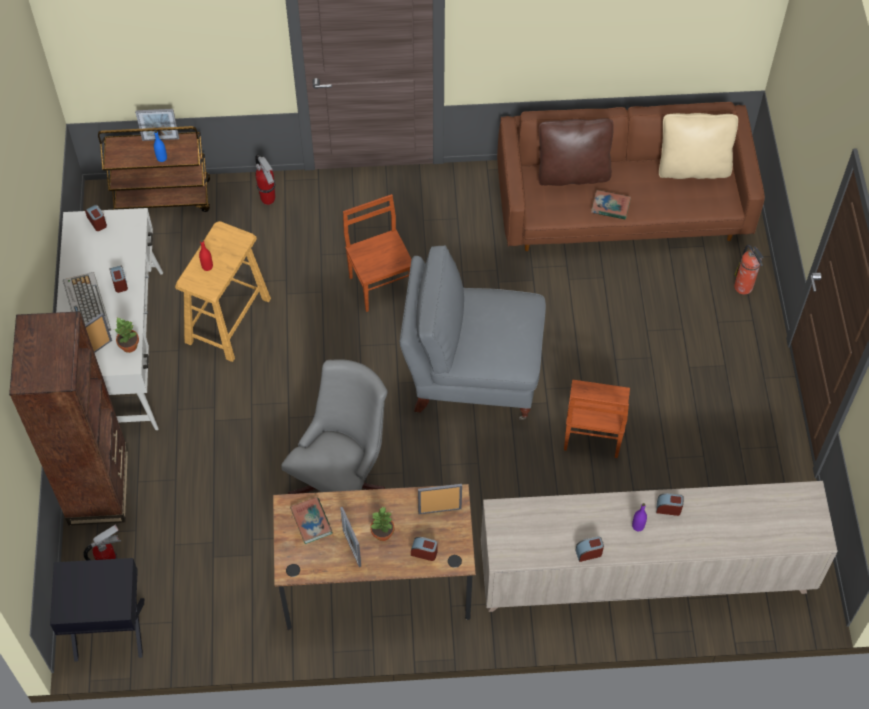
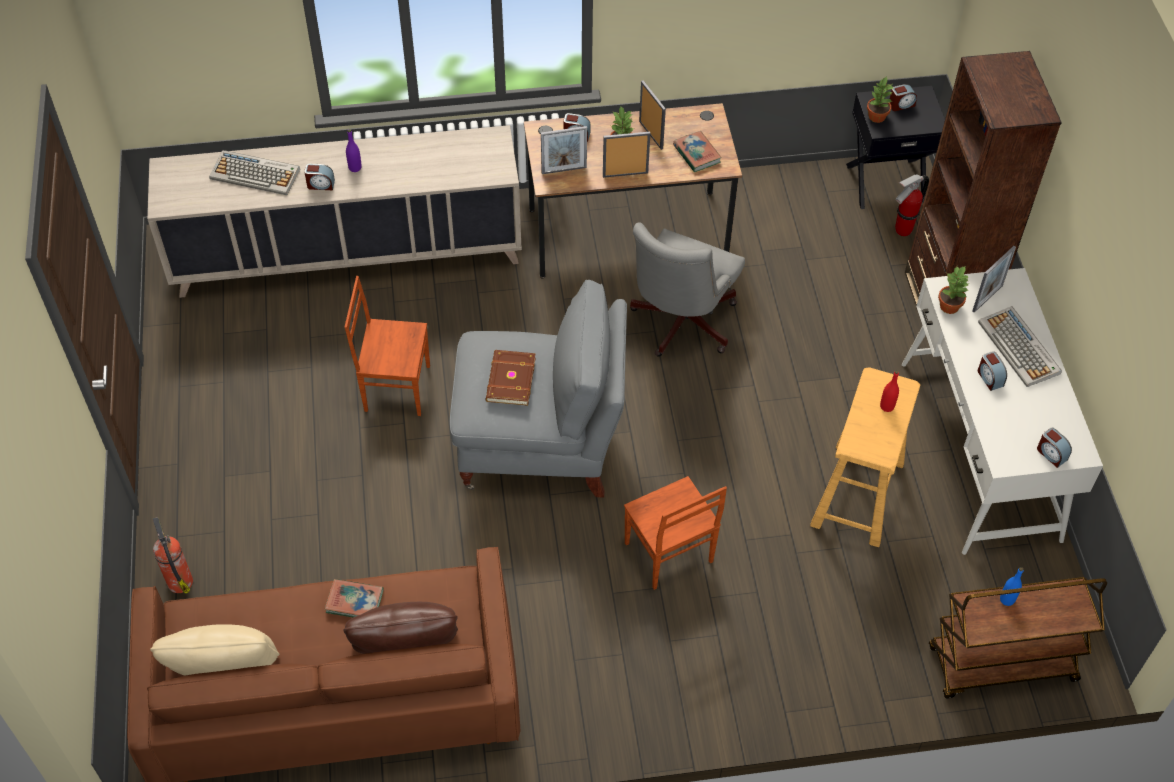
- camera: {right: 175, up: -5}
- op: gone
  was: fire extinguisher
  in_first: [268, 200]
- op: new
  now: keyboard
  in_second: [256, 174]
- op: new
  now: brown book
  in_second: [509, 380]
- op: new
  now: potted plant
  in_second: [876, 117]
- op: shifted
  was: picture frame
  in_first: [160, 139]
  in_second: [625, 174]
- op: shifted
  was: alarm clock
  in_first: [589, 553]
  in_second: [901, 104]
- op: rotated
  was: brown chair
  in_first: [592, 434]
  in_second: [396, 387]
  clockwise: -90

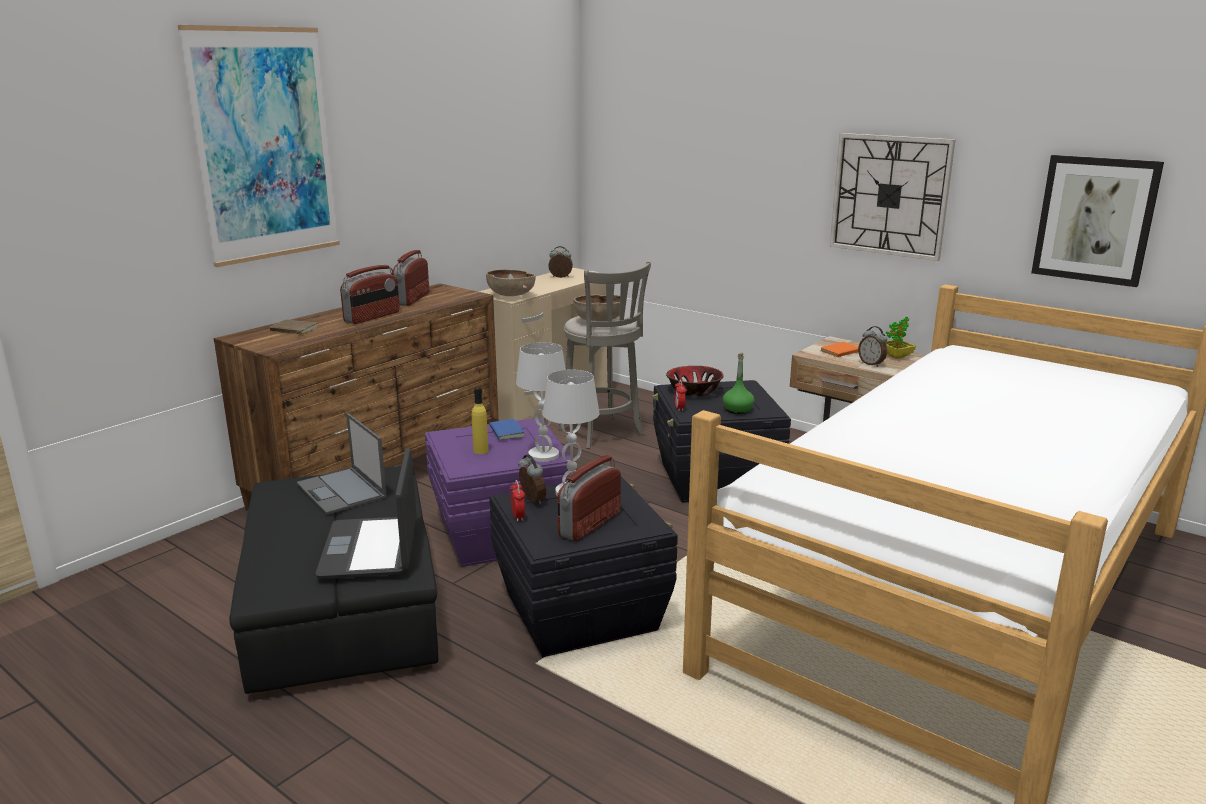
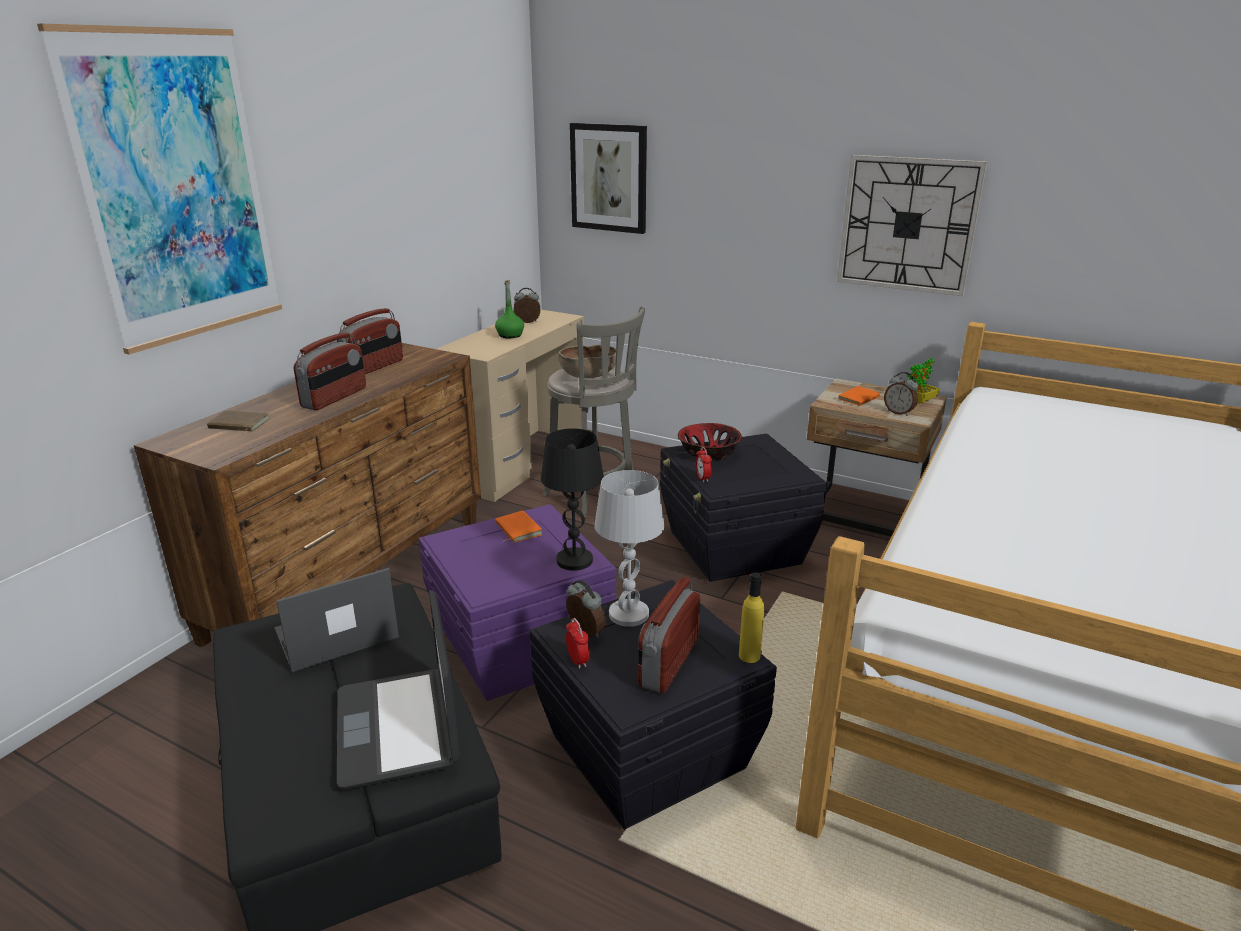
- camera: {right: -10, up: 5}
- op: gone
  was: brown bowl
  in_first: [510, 296]
- op: shifted
  was: yellow bottle
  in_first: [480, 451]
  in_second: [749, 656]
- op: shifted
  was: green bottle
  in_first: [737, 410]
  in_second: [510, 335]
- op: shifted
  was: picture
  in_first: [1095, 219]
  in_second: [609, 178]
- op: repainted
  was: blue book
  now: orange book
  in_first: [505, 432]
  in_second: [517, 529]
- op: repainted
  was: white table lamp
  now: black table lamp
  in_first: [544, 455]
  in_second: [575, 560]
- op: rotated
  was: laptop
  in_first: [342, 491]
  in_second: [335, 635]
  clockwise: 105
- op: rotated
  was: radio
  in_first: [411, 299]
  in_second: [374, 367]
  clockwise: -150

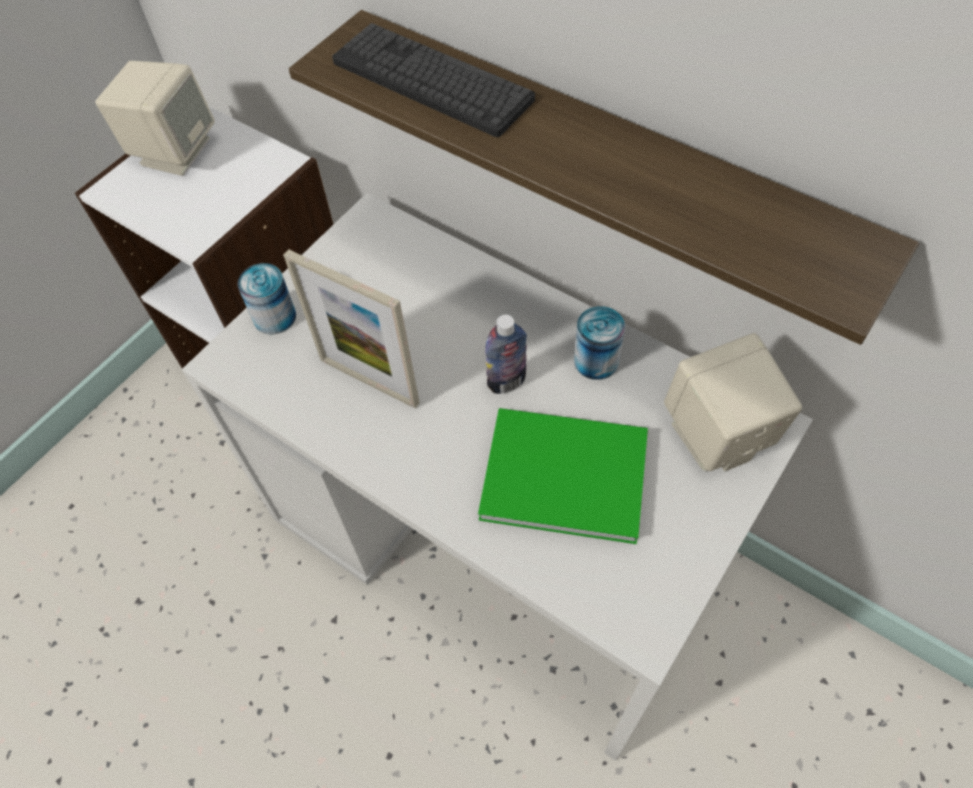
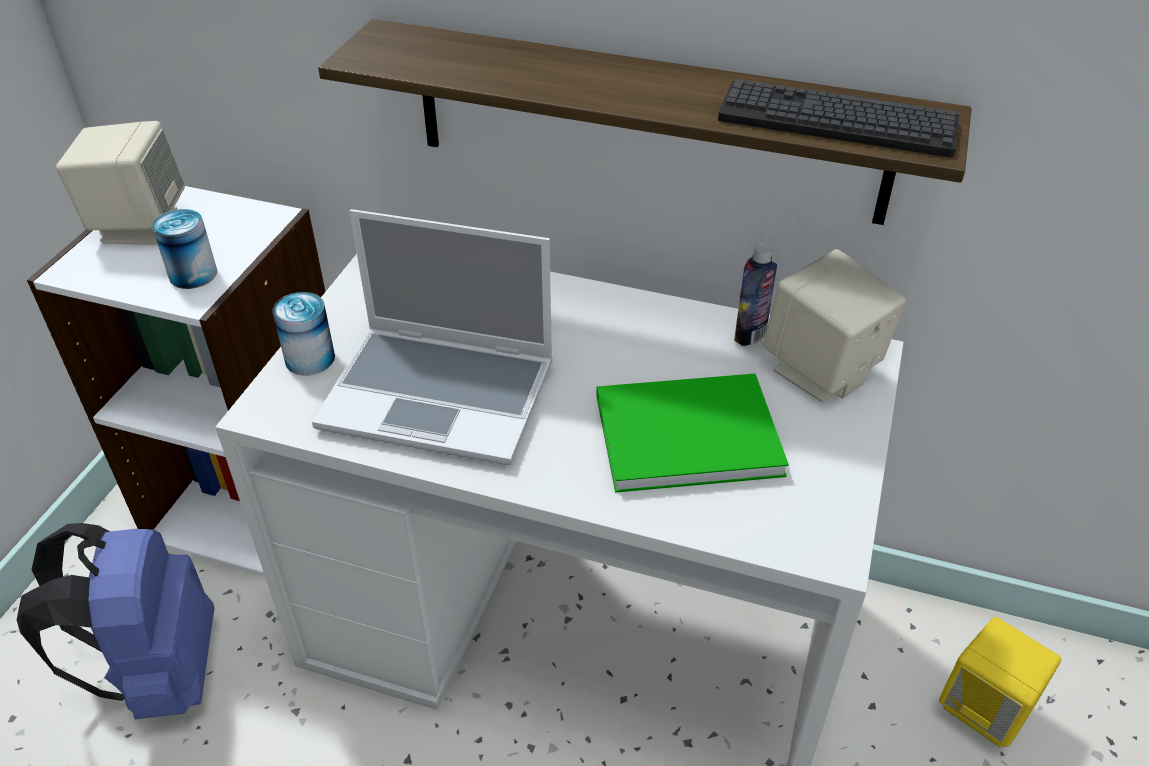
- camera: {right: -20, up: -15}
- op: new
  now: blue backpack
  in_second: [158, 672]
- op: new
  now: yellow speaker
  in_second: [985, 709]
- op: shifted
  was: keyboard
  in_first: [431, 81]
  in_second: [837, 121]
- op: shifted
  was: bottle
  in_first: [507, 382]
  in_second: [750, 335]
- op: shifted
  was: can
  in_first: [596, 361]
  in_second: [193, 274]
- op: swapped
  was: picture frame
  now: laptop
  in_first: [369, 381]
  in_second: [442, 395]

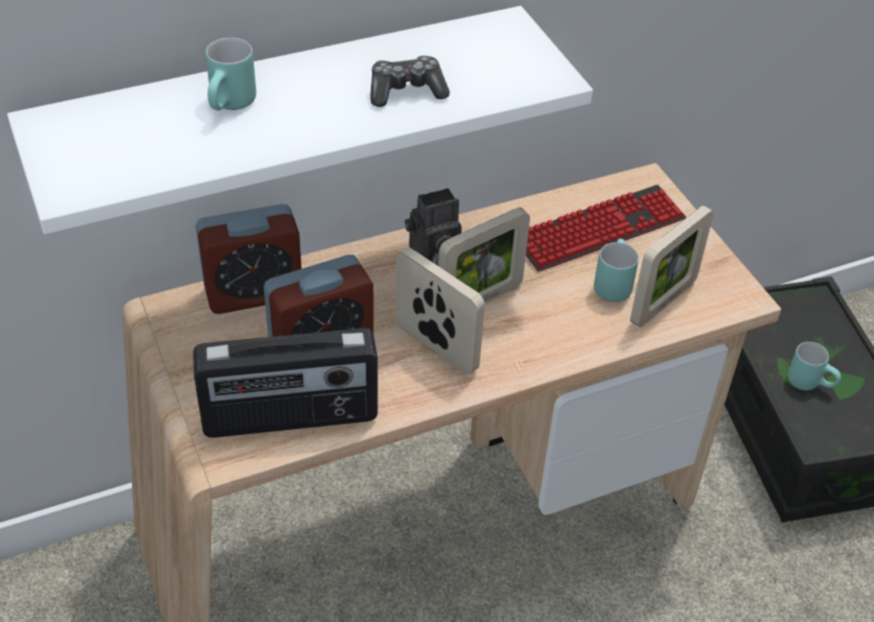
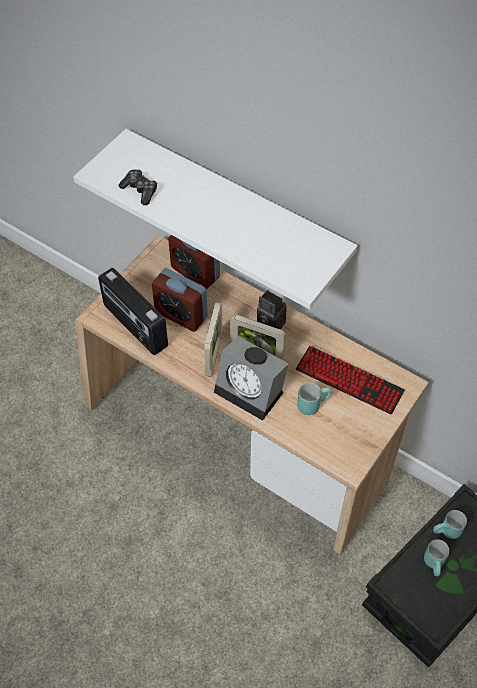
- camera: {right: 60, up: 10}
- op: gone
  was: picture frame
  in_first: [663, 302]
- op: new
  now: alarm clock
  in_second: [252, 391]
- op: shifted
  was: turquoise mug
  in_first: [232, 106]
  in_second: [447, 532]
- op: shifted
  was: game controller
  in_first: [406, 91]
  in_second: [140, 190]

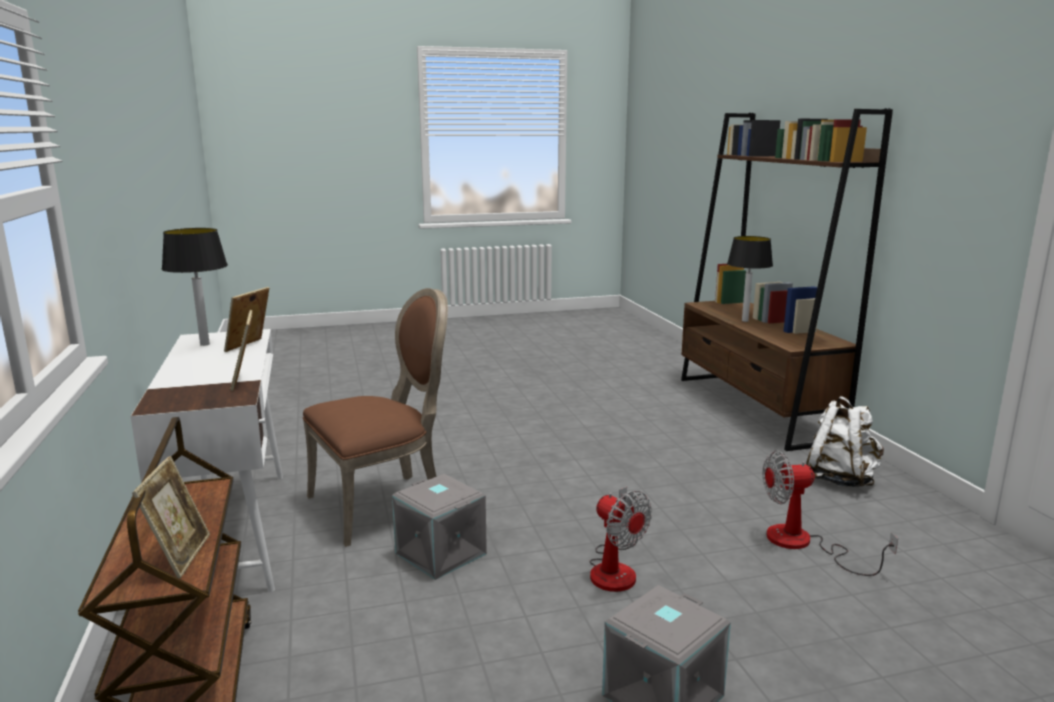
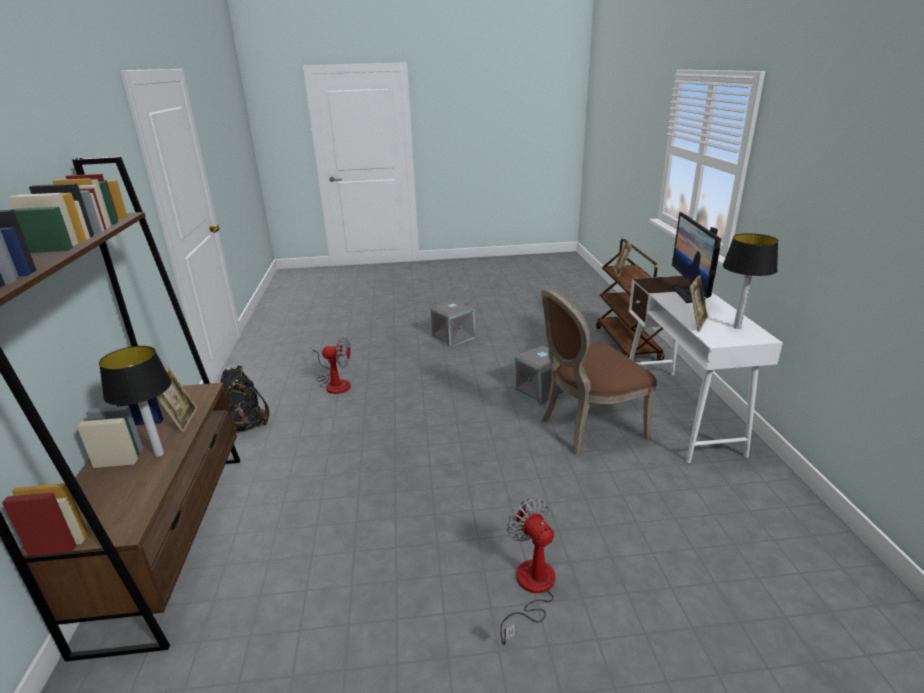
- camera: {right: -170, up: 10}
- op: new
  now: monitor
  in_second: [690, 294]
- op: shifted
  was: picture frame
  in_first: [245, 380]
  in_second: [181, 420]
- op: shifted
  was: fan
  in_first: [615, 568]
  in_second: [531, 589]
- op: repainted
  was: white backpack
  now: black backpack
  in_first: [840, 479]
  in_second: [244, 426]

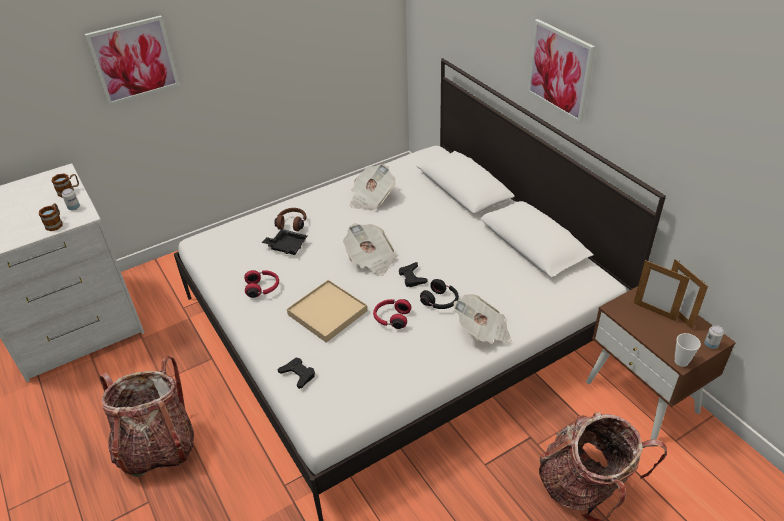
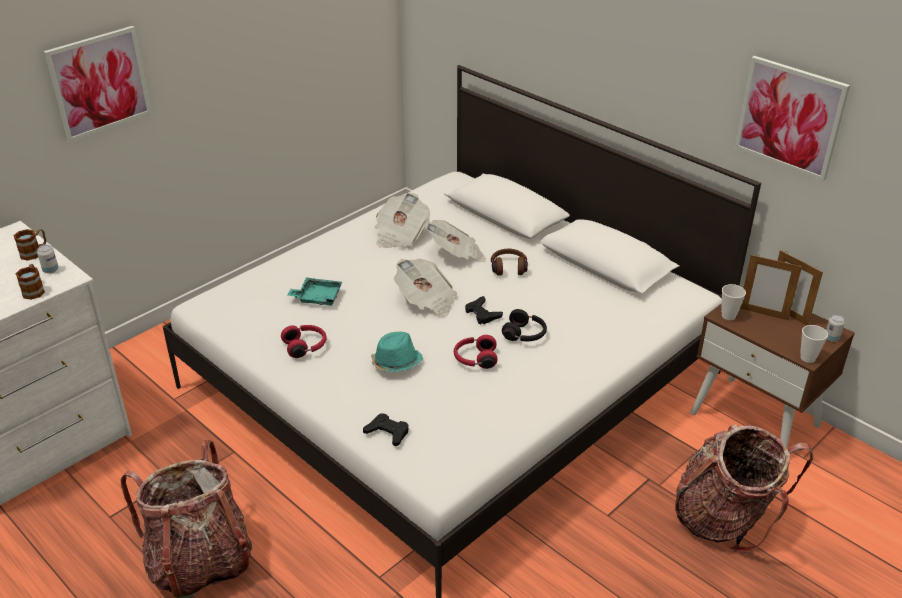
- camera: {right: -15, up: -5}
- op: new
  now: cup
  in_second: [728, 316]
- op: shifted
  was: brown headphones
  in_first: [292, 223]
  in_second: [508, 268]
- op: shifted
  was: newspaper
  in_first: [483, 331]
  in_second: [456, 254]
- op: shifted
  was: picture
  in_first: [560, 70]
  in_second: [790, 117]
- op: swapped
  was: beige tray
  now: turquoise hat
  in_first: [327, 313]
  in_second: [396, 363]
- op: repainted
  was: black tray
  now: turquoise tray
  in_first: [287, 246]
  in_second: [317, 297]

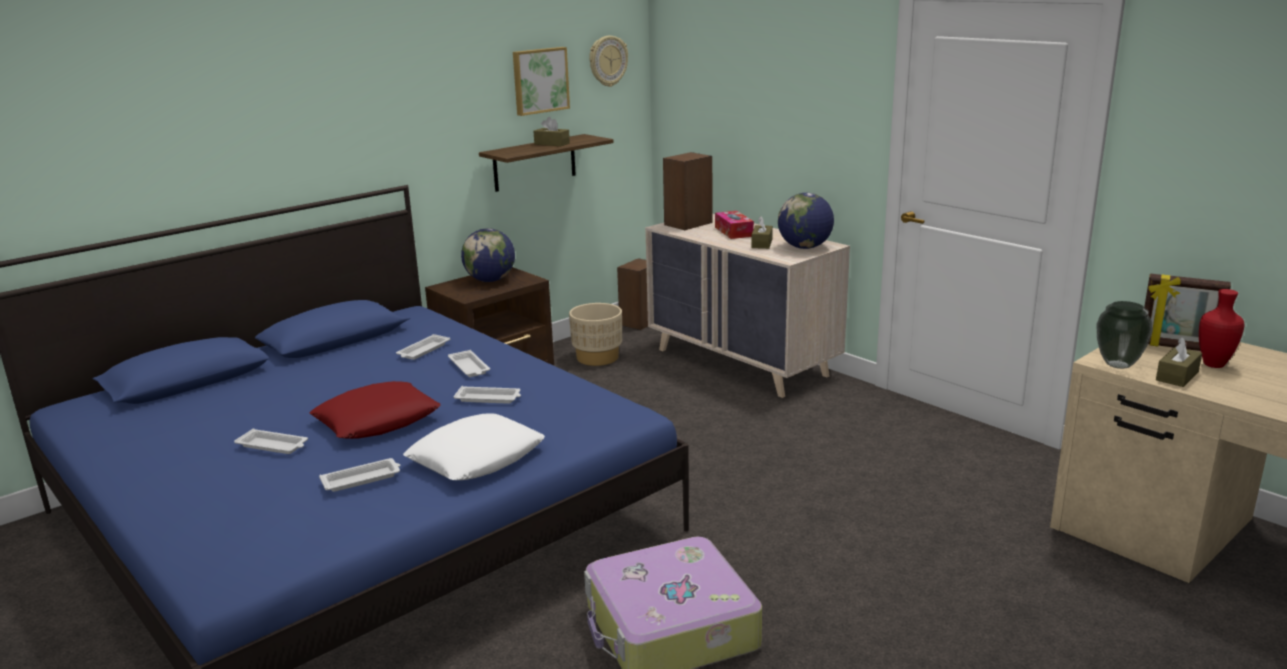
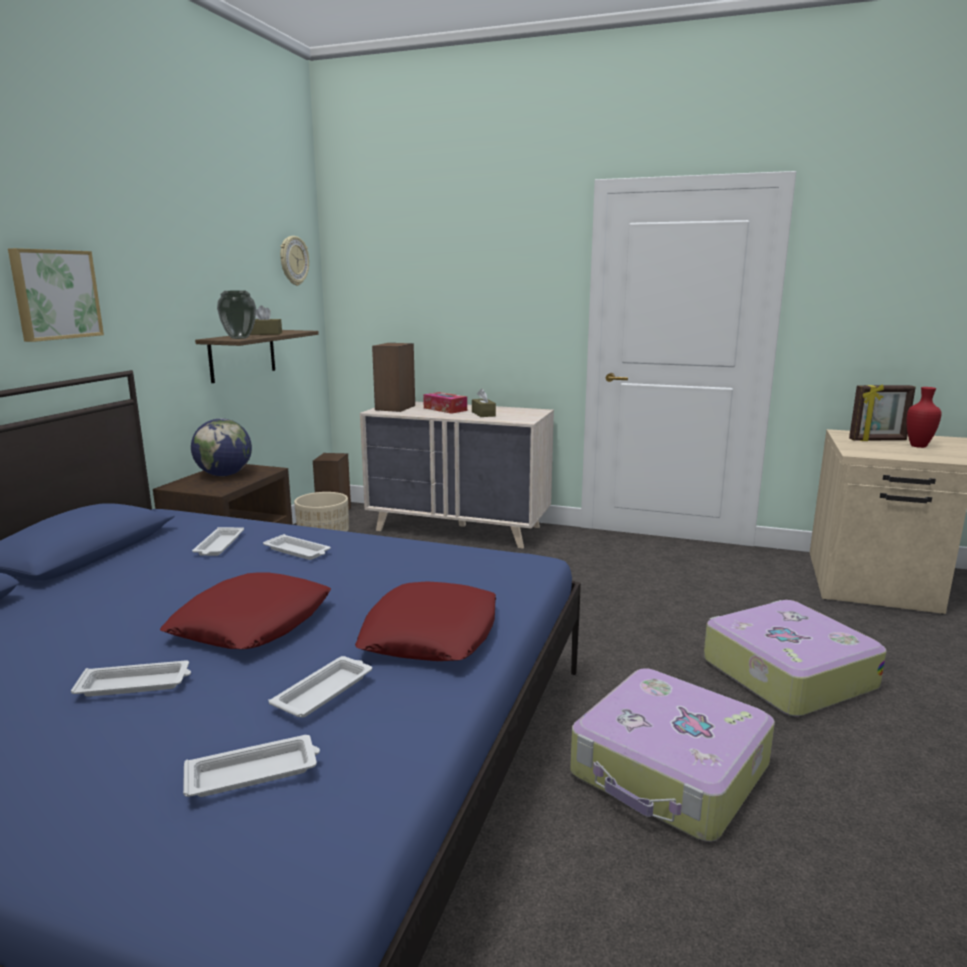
- camera: {right: -30, up: -5}
- op: gone
  was: globe
  in_first: [804, 247]
- op: gone
  was: brown tissue box
  in_first: [1177, 376]
- op: new
  now: suitcase
  in_second: [785, 673]
- op: shifted
  was: white tray
  in_first: [489, 398]
  in_second: [254, 772]
- op: shifted
  was: picture
  in_first: [539, 80]
  in_second: [55, 294]
- op: shifted
  was: vase
  in_first: [1117, 365]
  in_second: [238, 338]
- op: repainted
  was: white pillow
  now: red pillow
  in_first: [476, 457]
  in_second: [430, 633]

